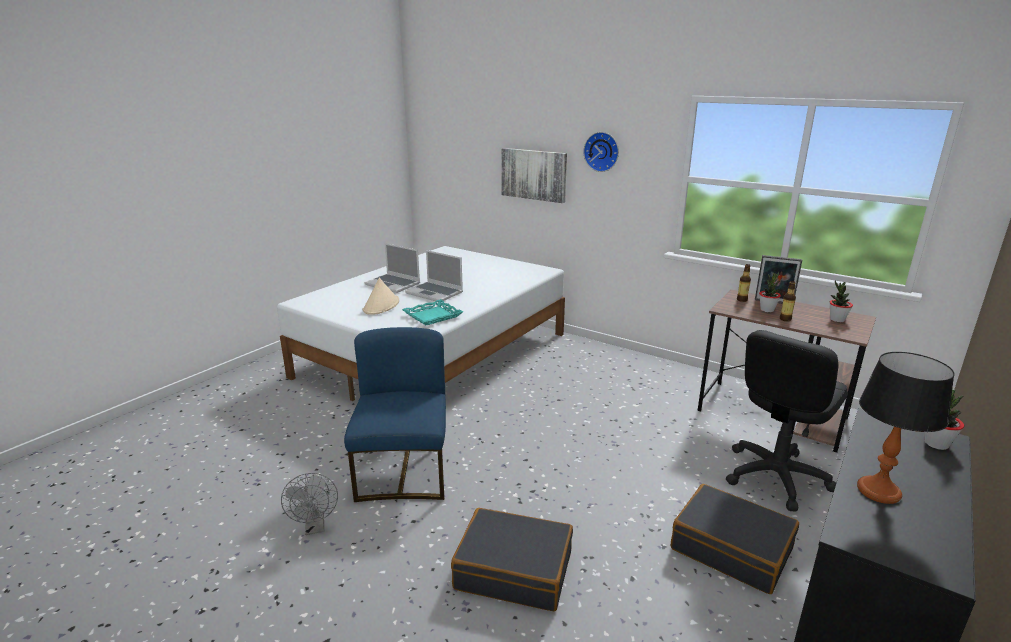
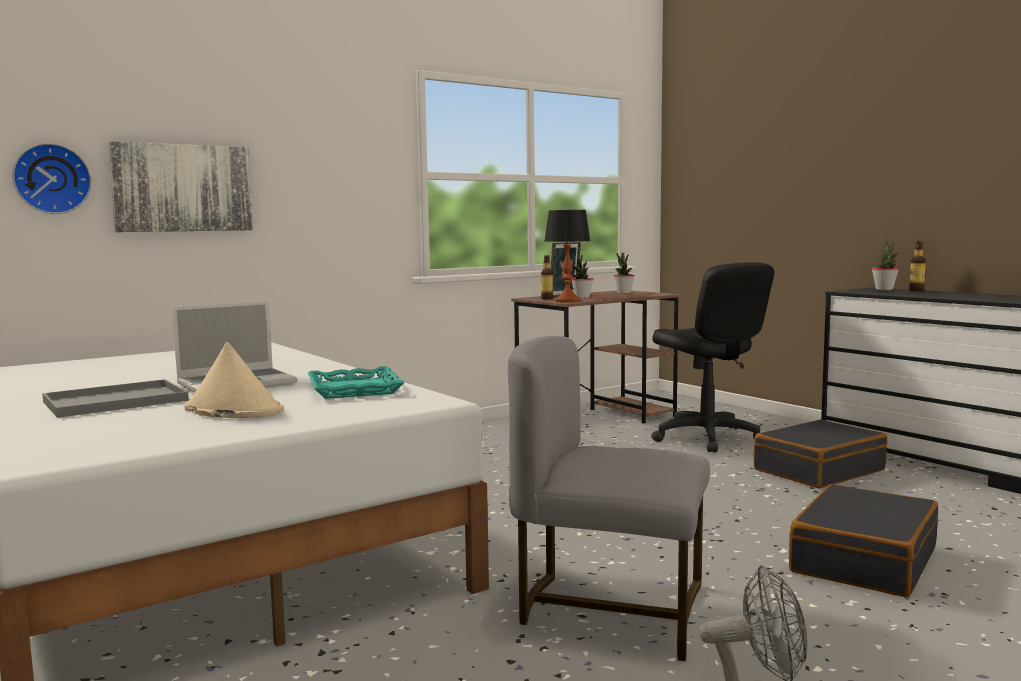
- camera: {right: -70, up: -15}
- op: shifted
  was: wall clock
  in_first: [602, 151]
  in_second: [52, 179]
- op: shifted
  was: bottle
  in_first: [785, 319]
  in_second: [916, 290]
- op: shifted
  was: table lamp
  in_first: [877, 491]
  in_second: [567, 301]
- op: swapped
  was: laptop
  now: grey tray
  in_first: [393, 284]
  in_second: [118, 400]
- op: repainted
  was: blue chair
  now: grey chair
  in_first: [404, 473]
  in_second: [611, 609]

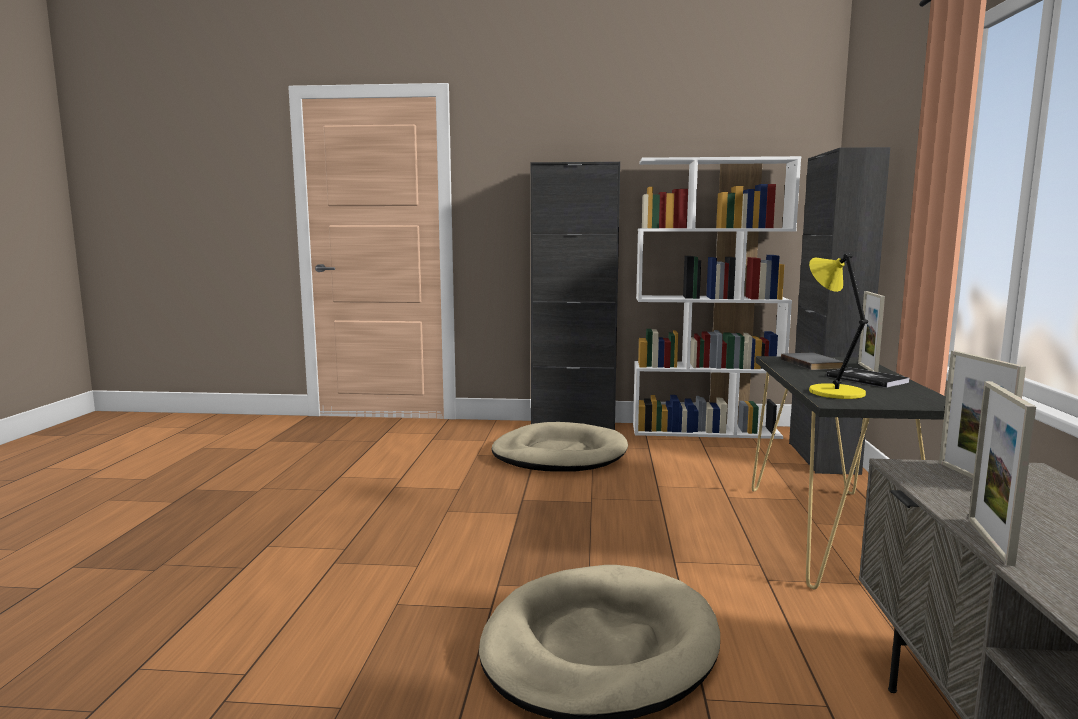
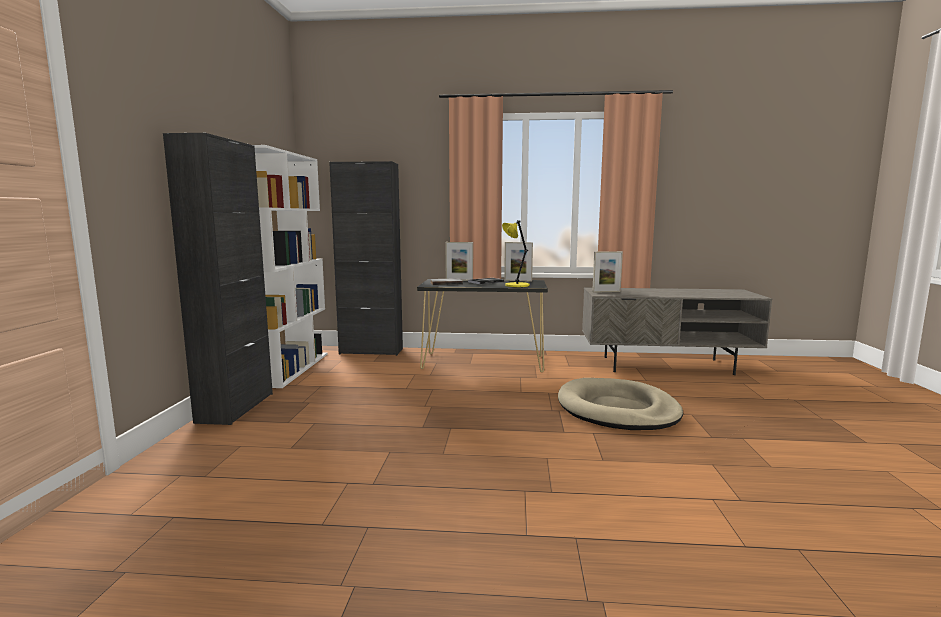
- camera: {right: -90, up: 0}
- op: gone
  was: beige dog bed
  in_first: [559, 454]
- op: shifted
  was: picture frame
  in_first: [989, 541]
  in_second: [518, 281]

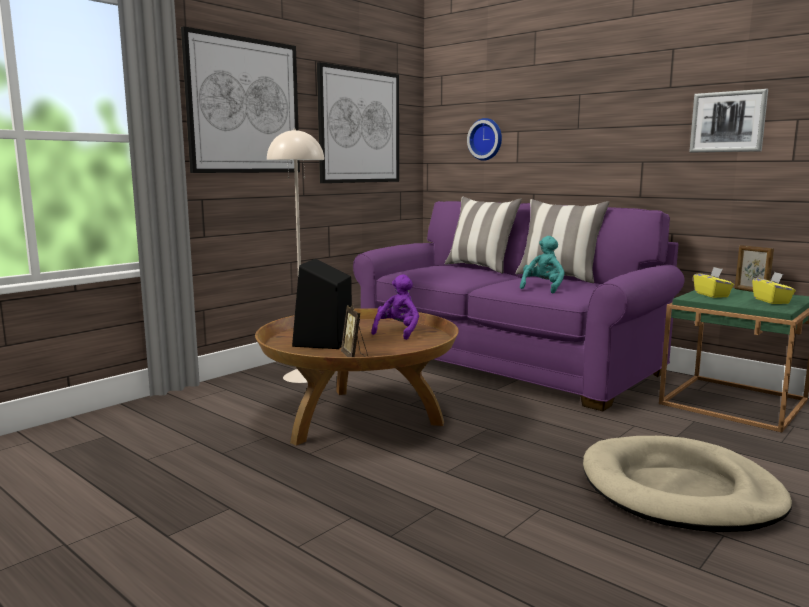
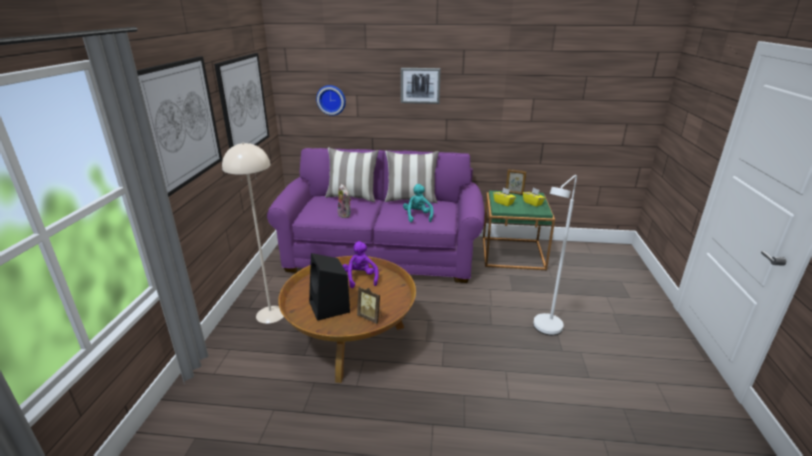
- camera: {right: -35, up: 15}
- op: new
  now: plush toy
  in_second: [345, 215]
- op: shifted
  was: picture
  in_first: [728, 122]
  in_second: [420, 85]
- op: swapped
  was: beige dog bed
  now: white floor lamp
  in_first: [680, 491]
  in_second: [544, 330]

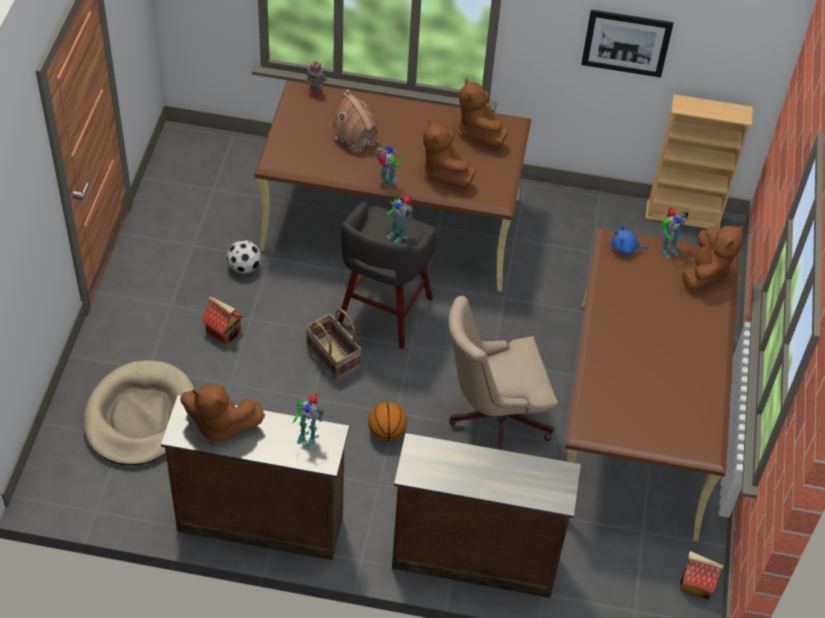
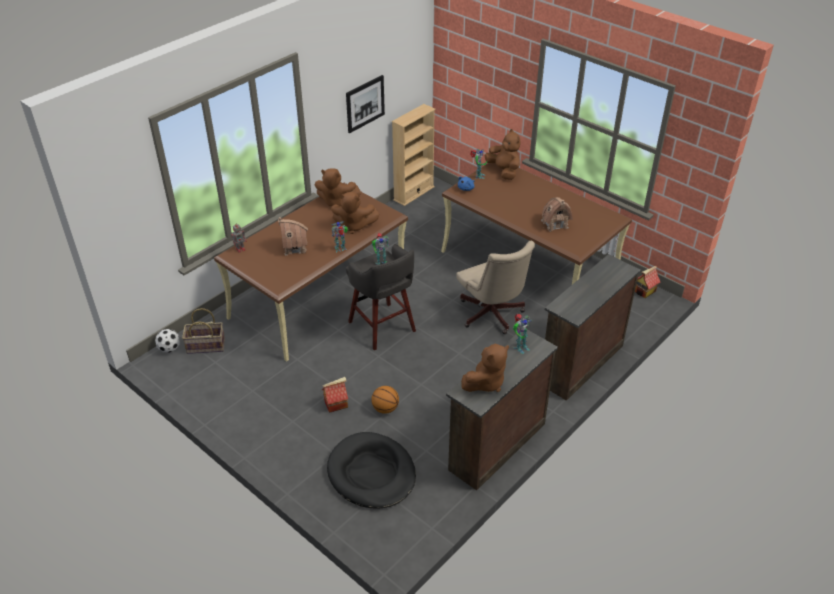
- camera: {right: -55, up: -10}
- op: new
  now: toy house
  in_second: [554, 224]
- op: shifted
  was: football
  in_first: [244, 267]
  in_second: [169, 349]
- op: shifted
  was: basket
  in_first: [332, 357]
  in_second: [205, 346]
- op: shifted
  was: basketball
  in_first: [386, 432]
  in_second: [385, 409]
- op: repainted
  was: beige dog bed
  now: black dog bed
  in_first: [140, 416]
  in_second: [371, 473]
- op: rotated
  was: beige office chair
  in_first: [493, 418]
  in_second: [492, 316]
  clockwise: -45

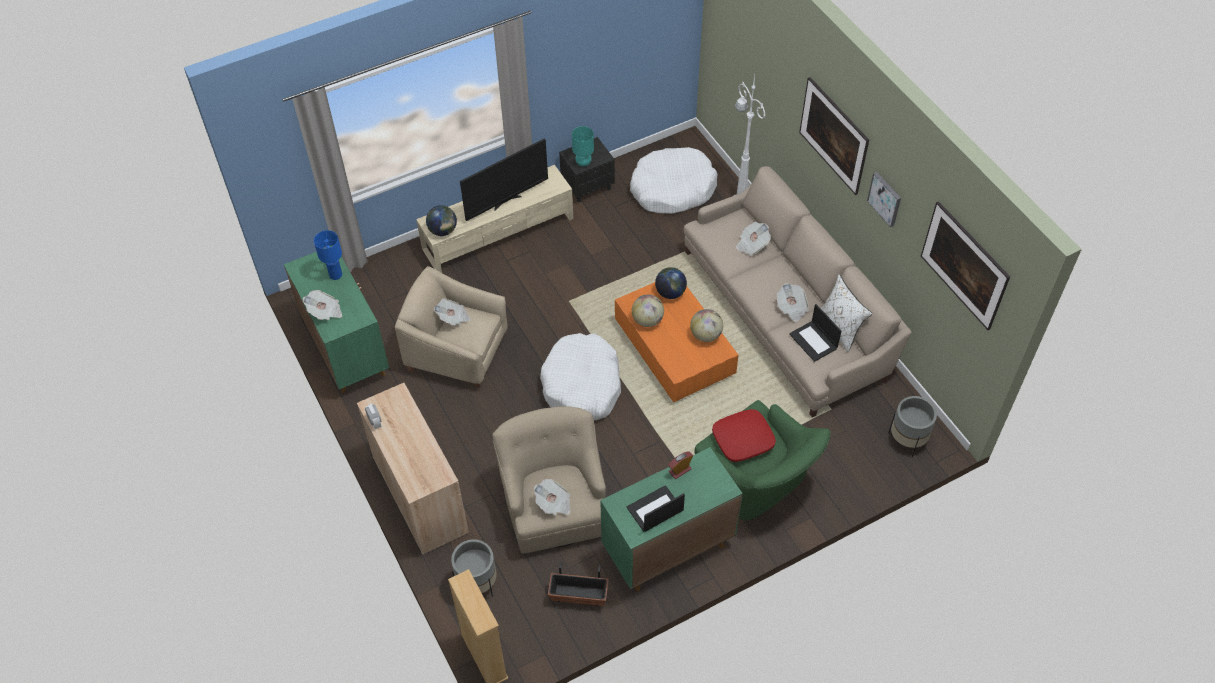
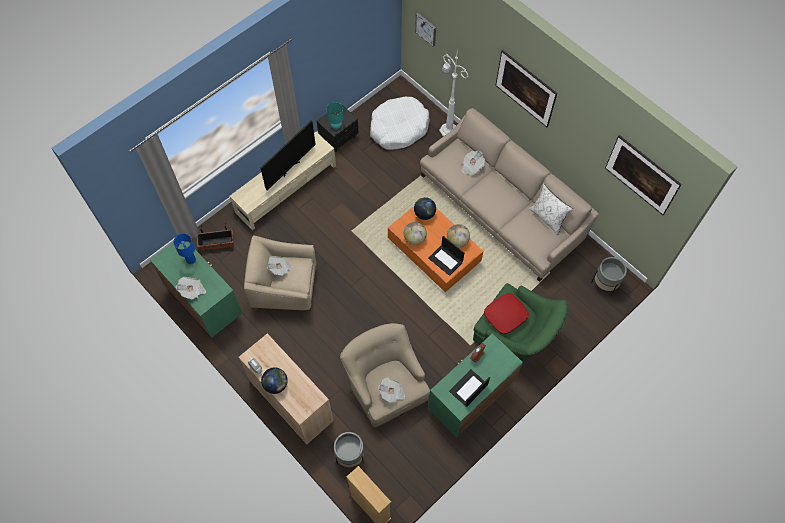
- camera: {right: -15, up: 10}
- op: gone
  was: white dog bed
  in_first: [582, 385]
- op: gone
  was: newspaper
  in_first: [791, 308]
- op: shifted
  was: globe
  in_first: [443, 231]
  in_second: [276, 384]
- op: shifted
  was: planter
  in_first: [579, 595]
  in_second: [217, 243]
- op: shifted
  was: laptop
  in_first: [814, 341]
  in_second: [446, 260]
- op: shifted
  was: picture
  in_first: [885, 198]
  in_second: [426, 29]

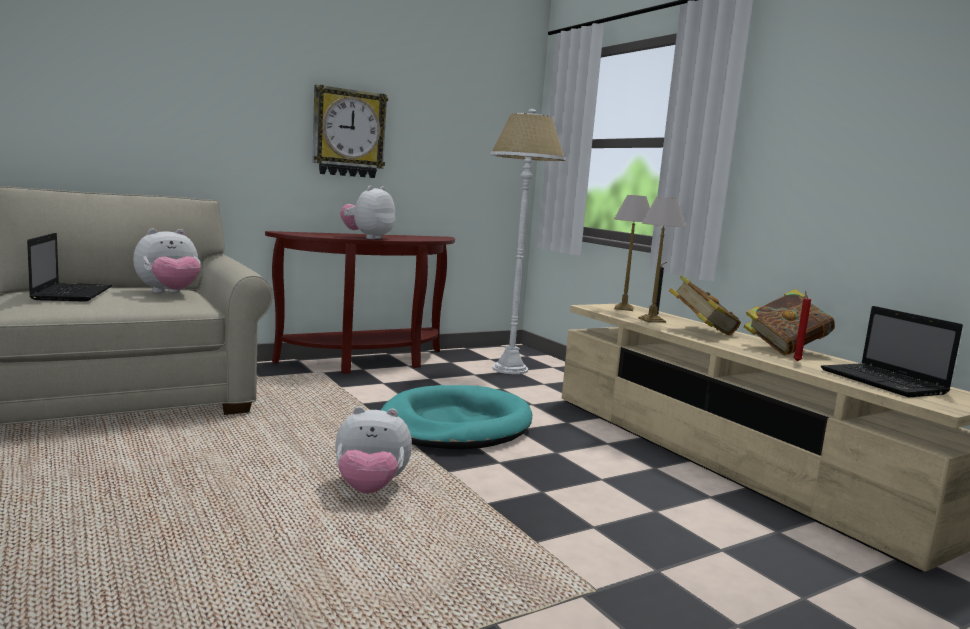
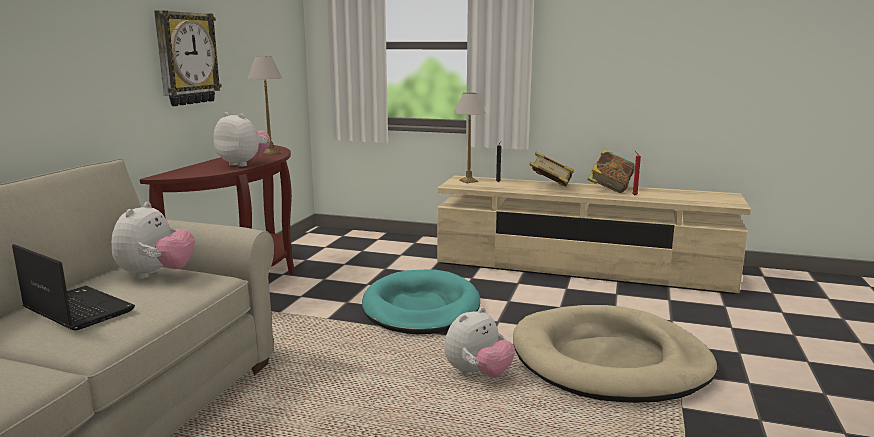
- camera: {right: -40, up: 5}
- op: gone
  was: white floor lamp
  in_first: [510, 369]
- op: gone
  was: laptop
  in_first: [885, 382]
- op: new
  now: beige dog bed
  in_second: [610, 361]
- op: shifted
  was: table lamp
  in_first: [652, 320]
  in_second: [271, 153]
- op: rotated
  was: plush toy
  in_first: [368, 237]
  in_second: [243, 164]
  clockwise: 135

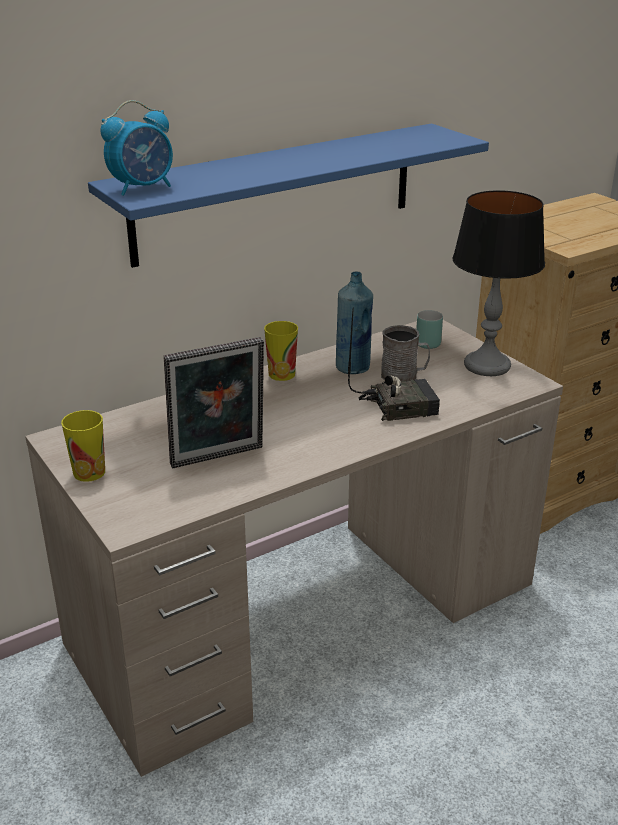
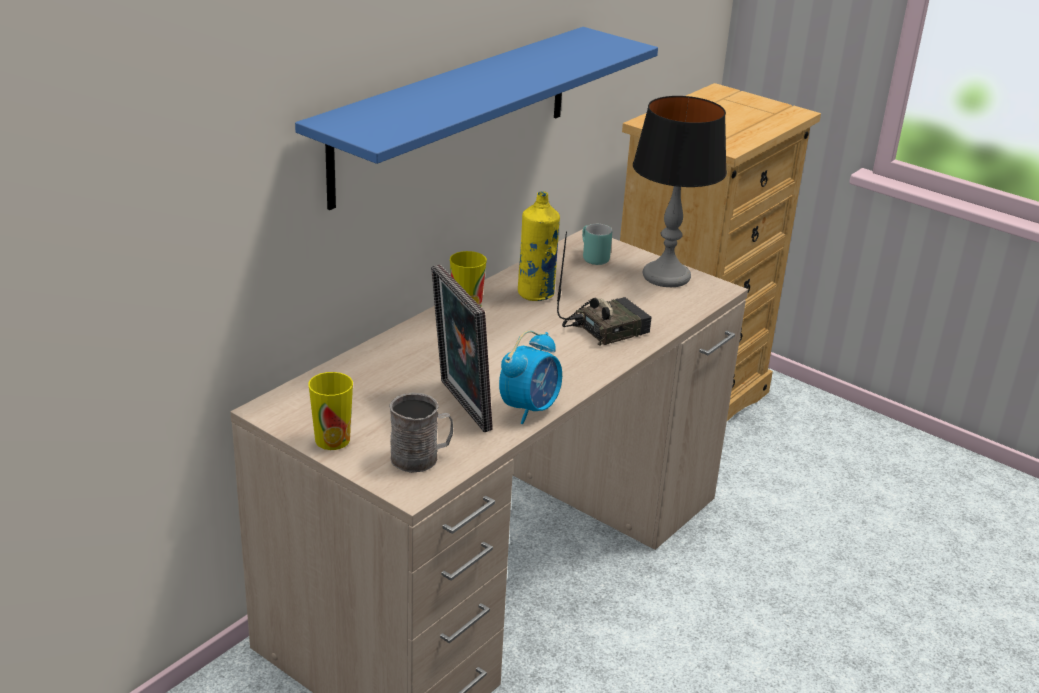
- camera: {right: -20, up: 0}
- op: shifted
  was: alarm clock
  in_first: [143, 188]
  in_second: [530, 408]
- op: shifted
  was: grey mug
  in_first: [404, 376]
  in_second: [421, 457]
- op: repainted
  was: blue bottle
  now: yellow bottle
  in_first: [353, 368]
  in_second: [536, 294]
- op: rotated
  was: picture frame
  in_first: [218, 459]
  in_second: [459, 406]
  clockwise: 105

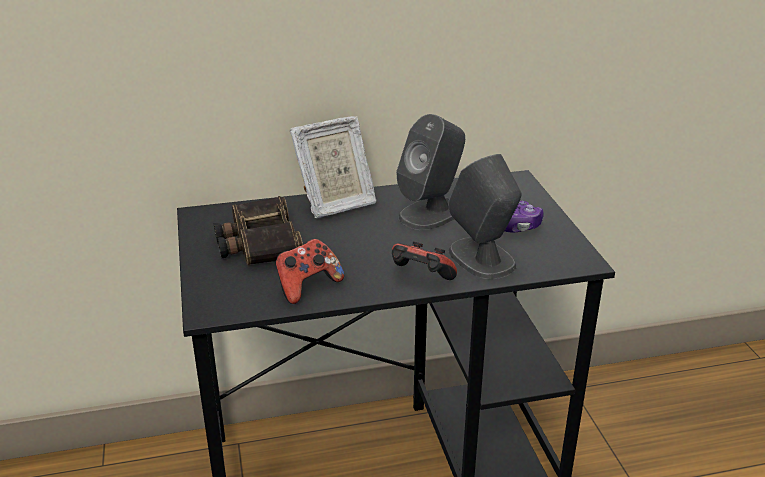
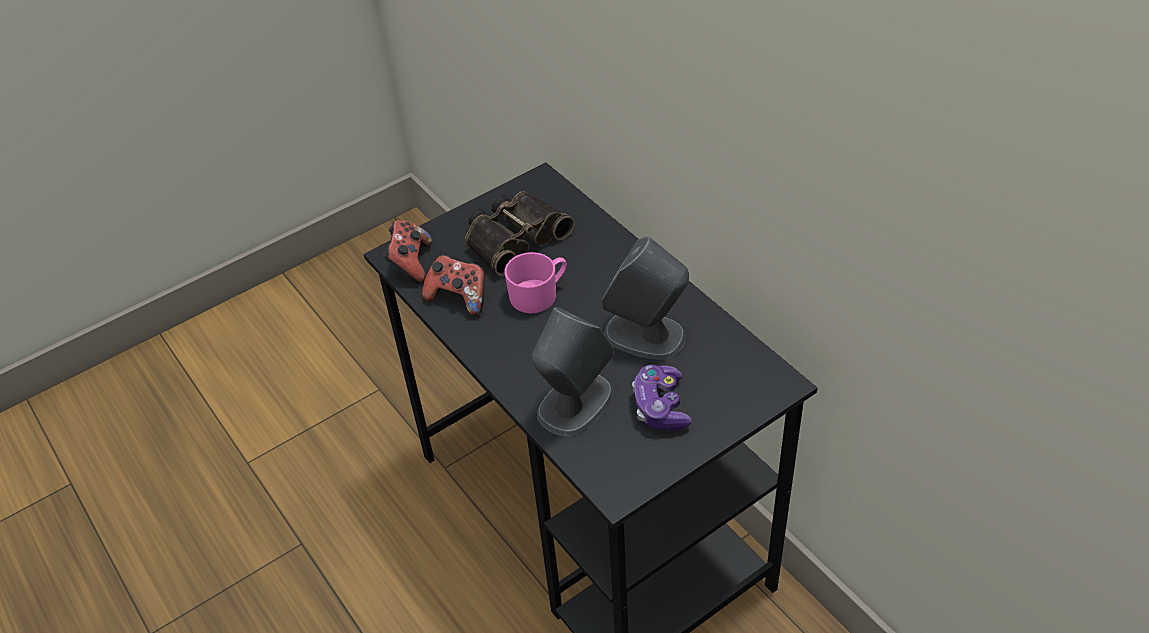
- camera: {right: 70, up: 15}
- op: gone
  was: picture frame
  in_first: [335, 204]
- op: new
  now: pink mug
  in_second: [539, 294]
- op: shifted
  was: game controller
  in_first: [420, 278]
  in_second: [410, 263]

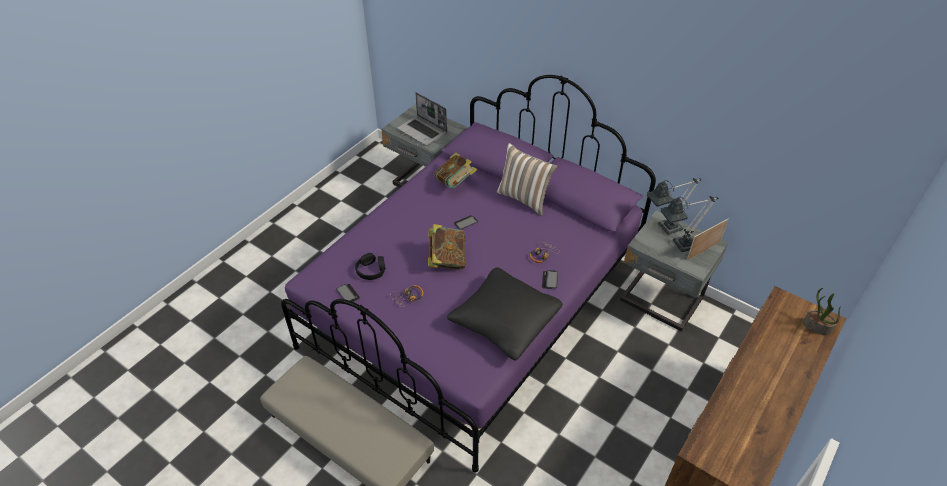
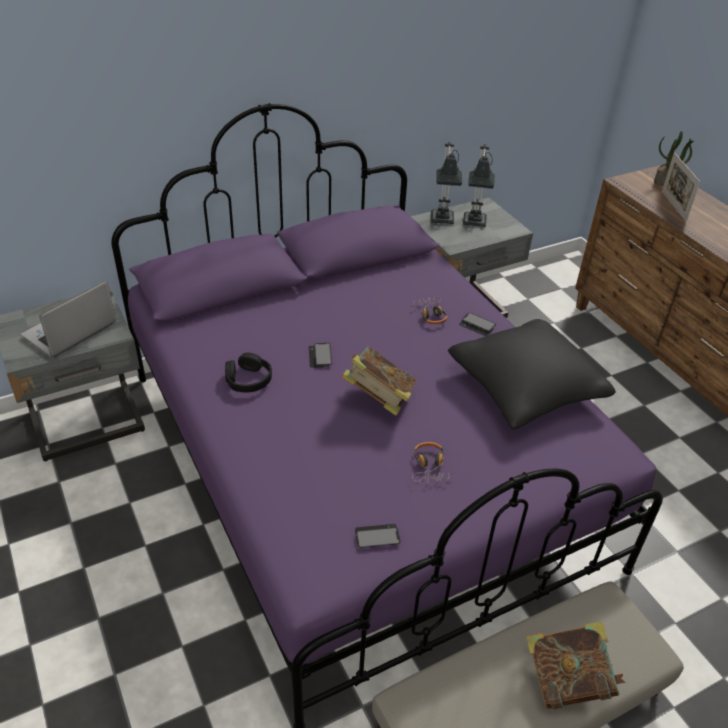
- camera: {right: -65, up: -5}
- op: gone
  was: pillow
  in_first: [524, 198]
- op: shifted
  was: black headphones
  in_first: [371, 270]
  in_second: [248, 380]
- op: shifted
  was: book
  in_first: [455, 183]
  in_second: [567, 680]
- op: shifted
  was: picture frame
  in_first: [703, 251]
  in_second: [673, 206]
- op: rotated
  was: laptop
  in_first: [423, 131]
  in_second: [69, 331]
  clockwise: 150

